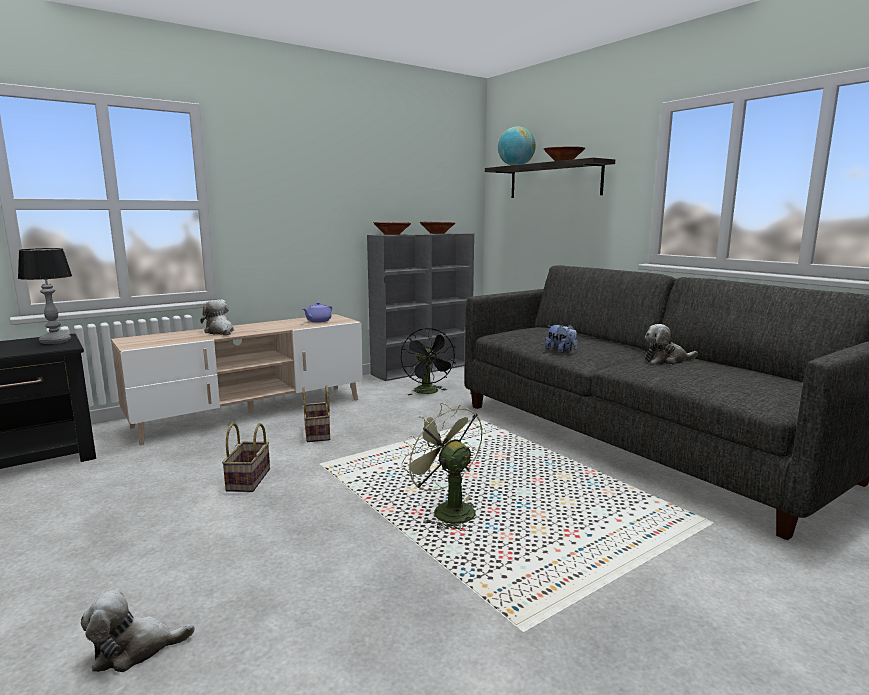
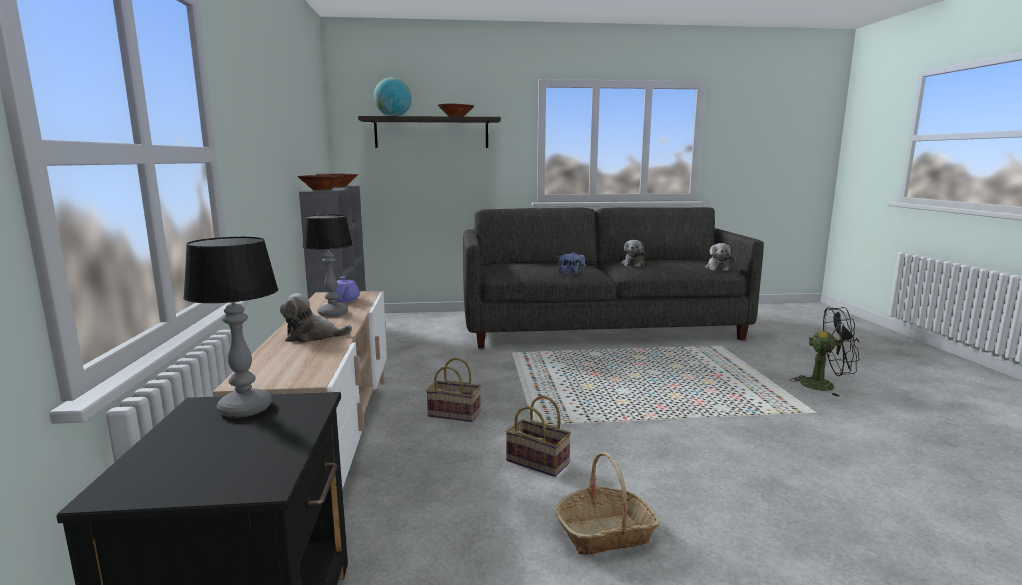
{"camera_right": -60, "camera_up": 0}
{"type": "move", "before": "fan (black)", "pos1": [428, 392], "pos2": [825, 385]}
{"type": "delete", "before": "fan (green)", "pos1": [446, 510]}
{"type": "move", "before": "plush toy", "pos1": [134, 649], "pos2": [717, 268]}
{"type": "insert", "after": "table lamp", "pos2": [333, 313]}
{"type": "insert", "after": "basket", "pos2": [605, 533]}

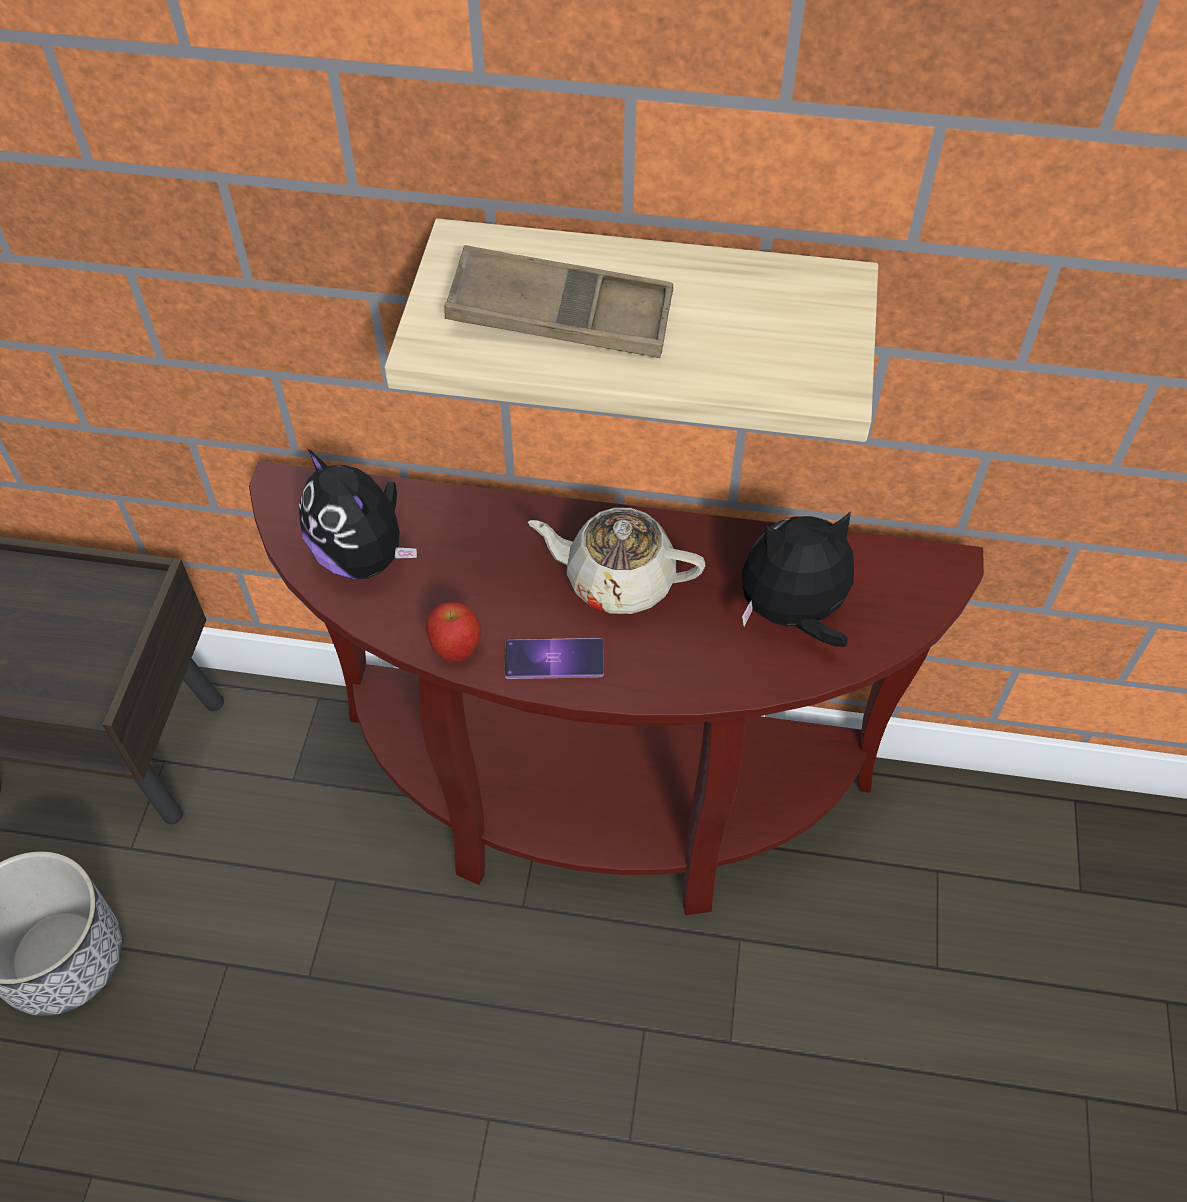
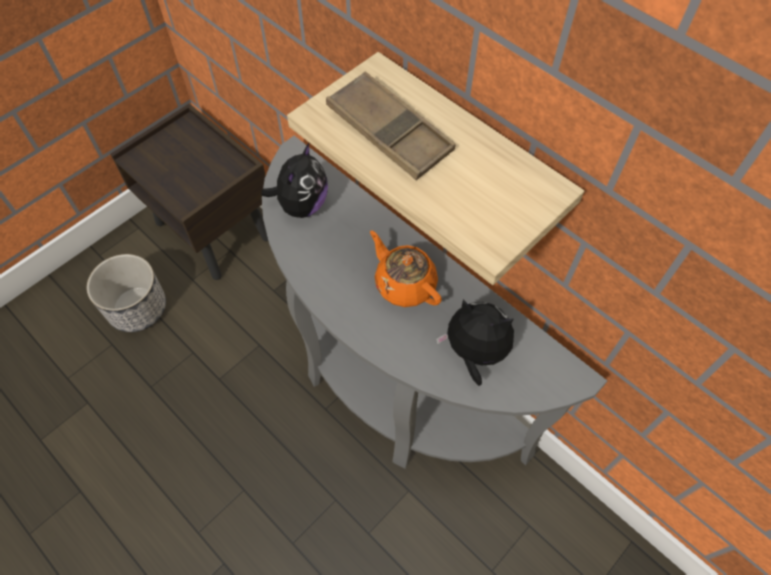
{"camera_right": 35, "camera_up": 5}
{"type": "rotate", "before": "plush toy", "pos1": [363, 556], "pos2": [301, 205], "turn": -150}
{"type": "recolor", "before": "console table (brown)", "after": "console table (grey)", "pos1": [595, 805], "pos2": [390, 385]}
{"type": "recolor", "before": "teapot (beige)", "after": "teapot (orange)", "pos1": [617, 580], "pos2": [404, 284]}
{"type": "delete", "before": "apple", "pos1": [456, 650]}
{"type": "delete", "before": "phone", "pos1": [554, 659]}

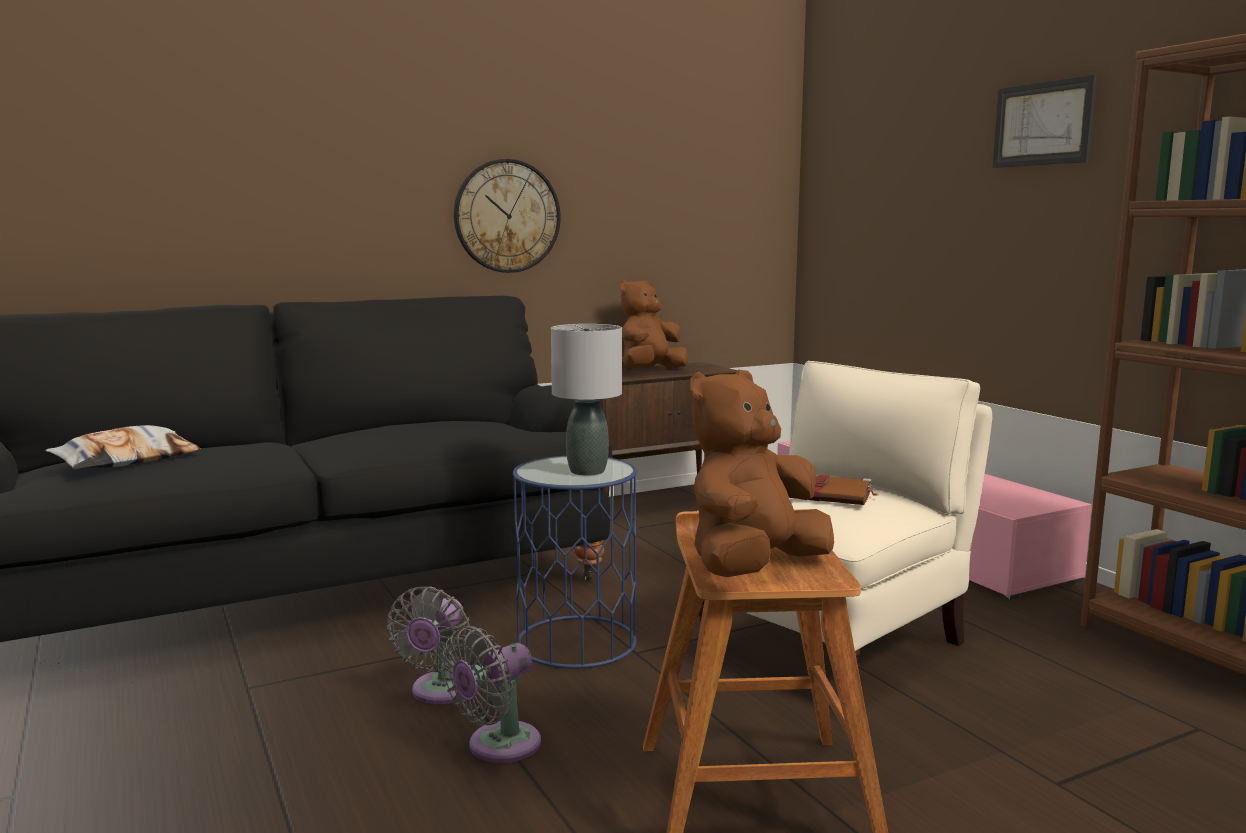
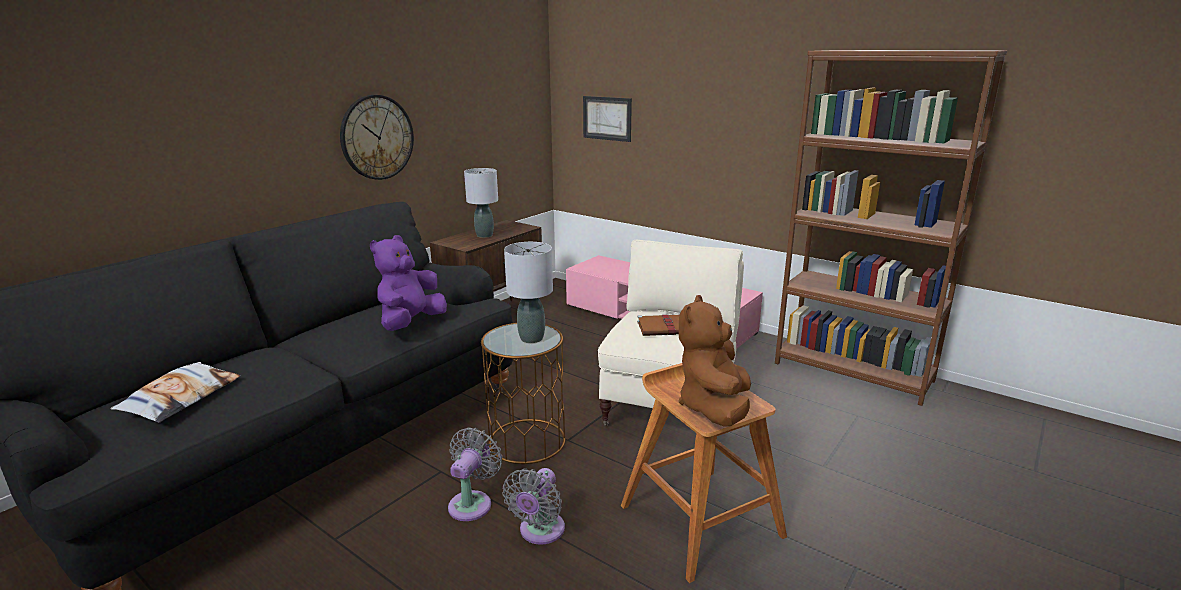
{"camera_right": -25, "camera_up": 10}
{"type": "move", "before": "picture", "pos1": [1043, 124], "pos2": [607, 118]}
{"type": "replace", "before": "plush toy (brown)", "after": "table lamp (grey)", "pos1": [650, 372], "pos2": [484, 235]}
{"type": "recolor", "before": "side table (blue)", "after": "side table (brown)", "pos1": [577, 641], "pos2": [527, 441]}
{"type": "rotate", "before": "fan (grey)", "pos1": [440, 692], "pos2": [472, 503], "turn": -150}
{"type": "insert", "after": "plush toy (purple)", "pos2": [411, 323]}

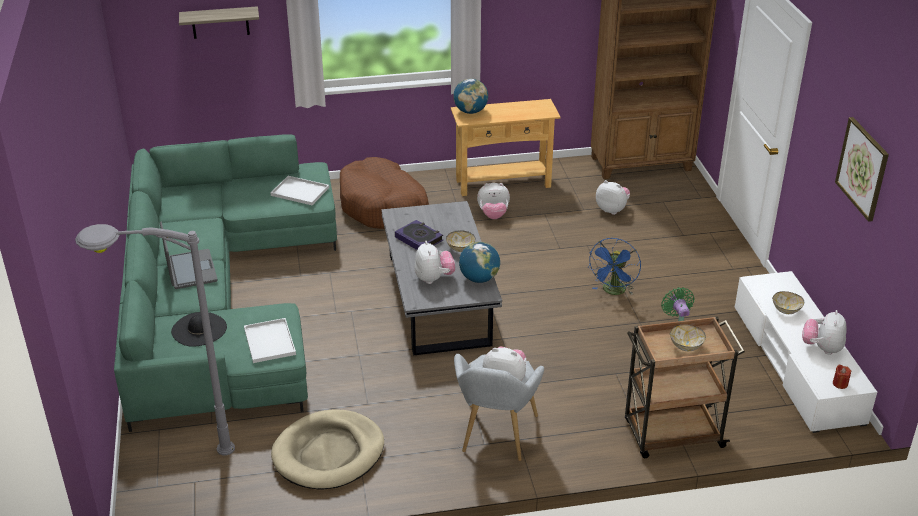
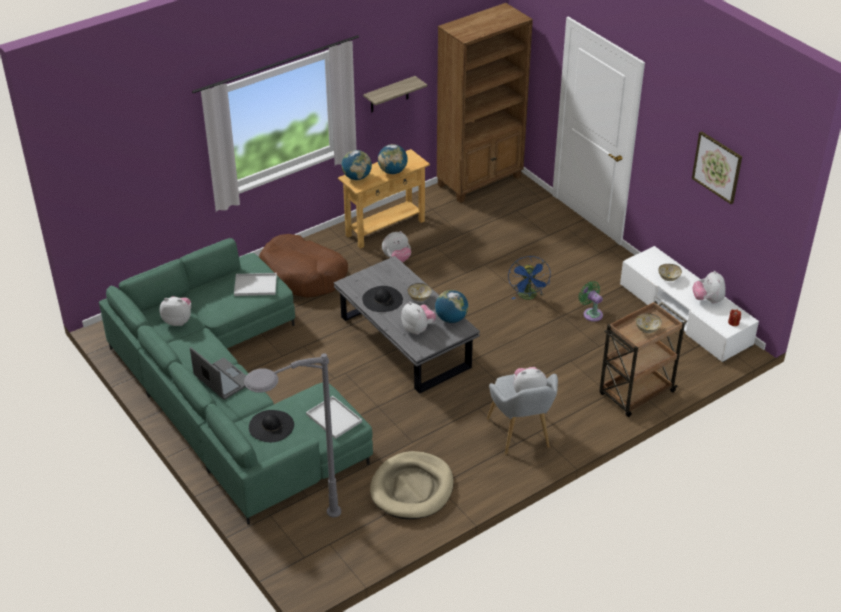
{"camera_right": -25, "camera_up": 5}
{"type": "move", "before": "shelf", "pos1": [220, 22], "pos2": [389, 95]}
{"type": "move", "before": "plush toy", "pos1": [612, 209], "pos2": [178, 320]}
{"type": "replace", "before": "book", "after": "hat (black)", "pos1": [419, 239], "pos2": [382, 299]}
{"type": "insert", "after": "globe", "pos2": [392, 171]}

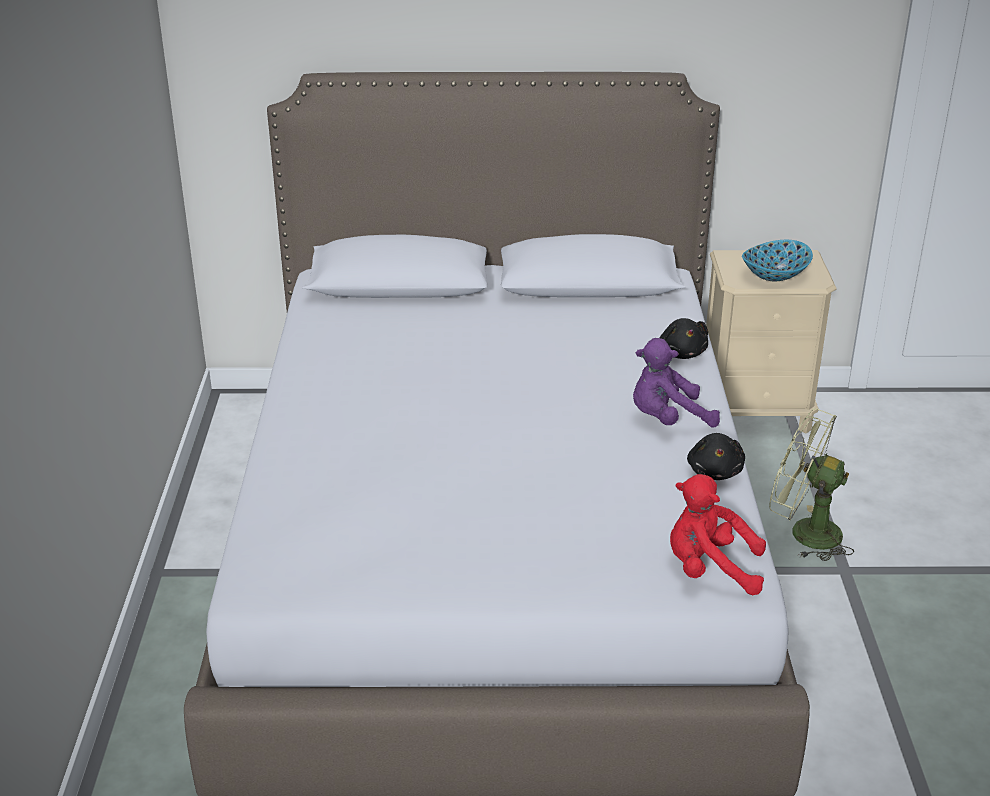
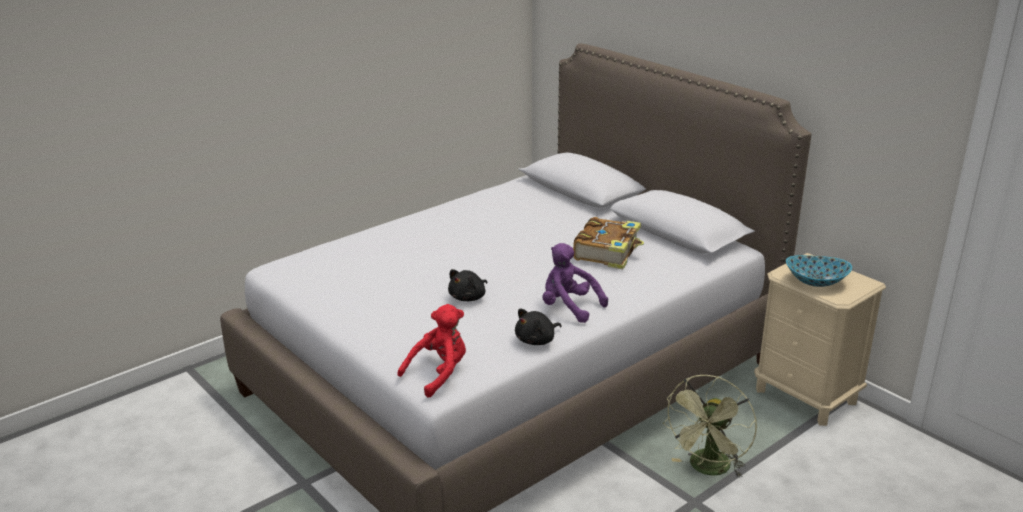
{"camera_right": 50, "camera_up": -5}
{"type": "move", "before": "plush toy (black)", "pos1": [682, 353], "pos2": [469, 297]}
{"type": "rotate", "before": "fan (green)", "pos1": [804, 533], "pos2": [708, 469], "turn": -135}
{"type": "rotate", "before": "plush toy (red)", "pos1": [709, 569], "pos2": [439, 374], "turn": 75}
{"type": "insert", "after": "book", "pos2": [608, 252]}

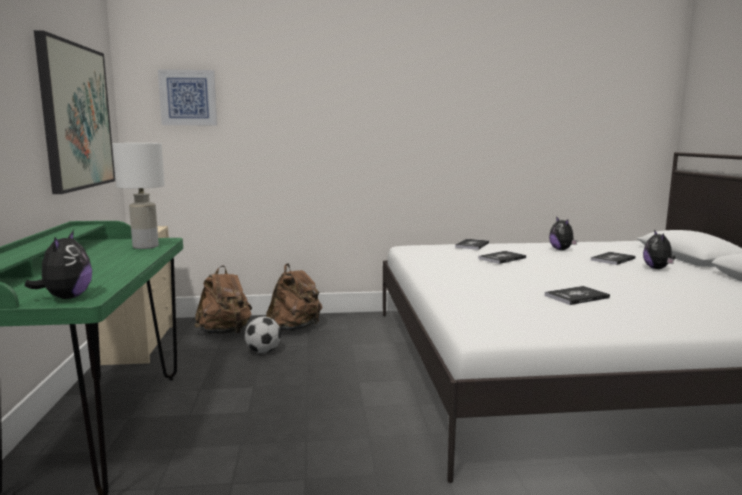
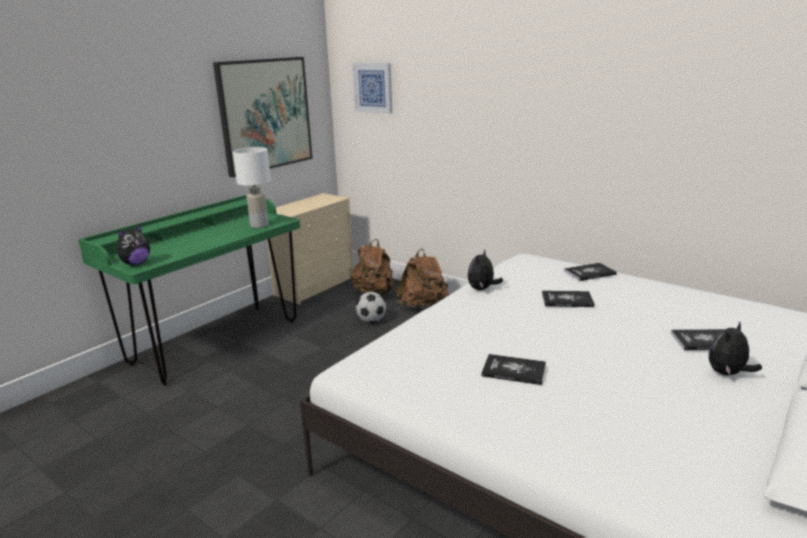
{"camera_right": 45, "camera_up": 10}
{"type": "move", "before": "plush toy", "pos1": [561, 250], "pos2": [482, 289]}

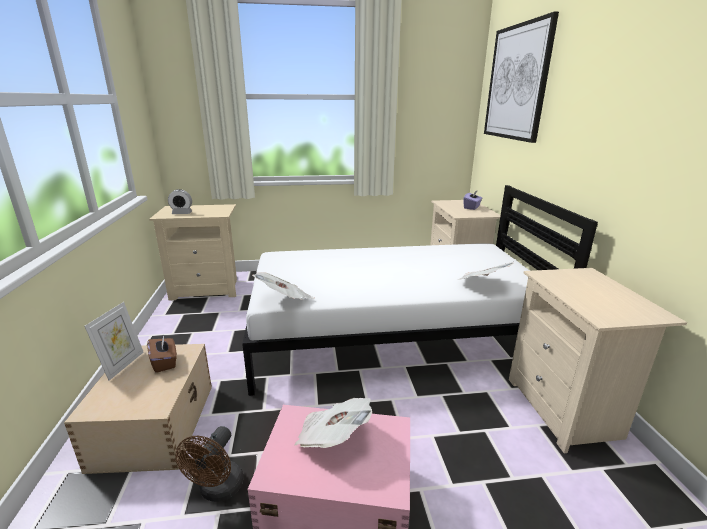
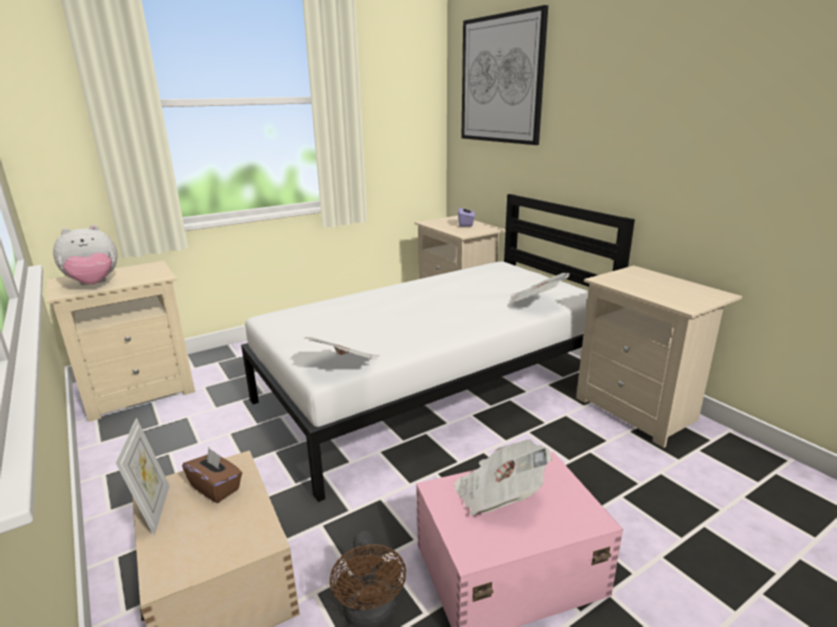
{"camera_right": -25, "camera_up": 0}
{"type": "replace", "before": "alarm clock", "after": "plush toy", "pos1": [182, 213], "pos2": [94, 284]}

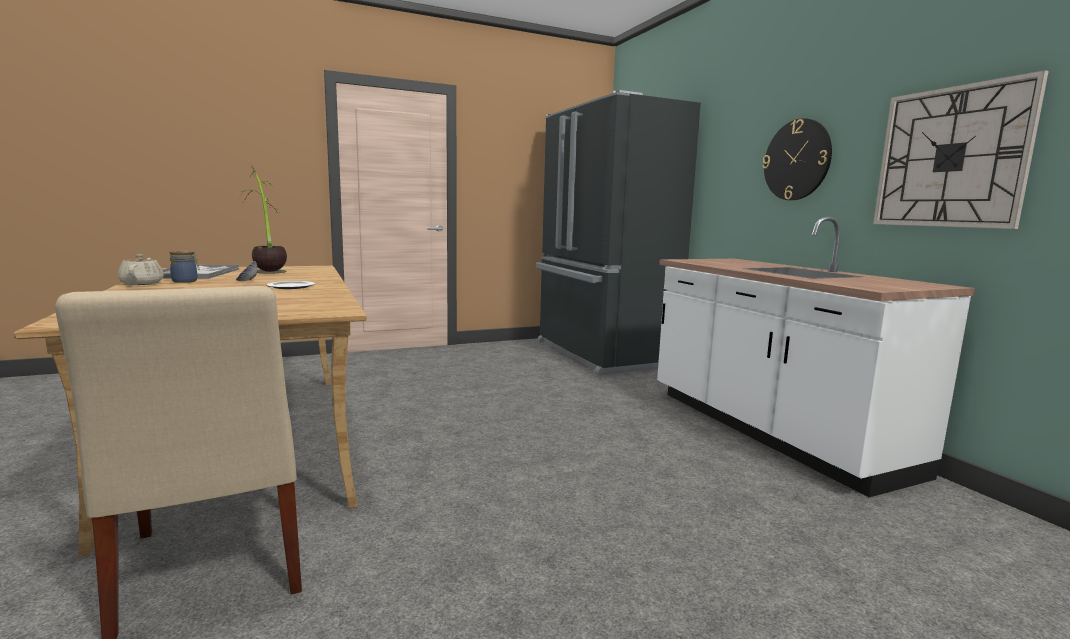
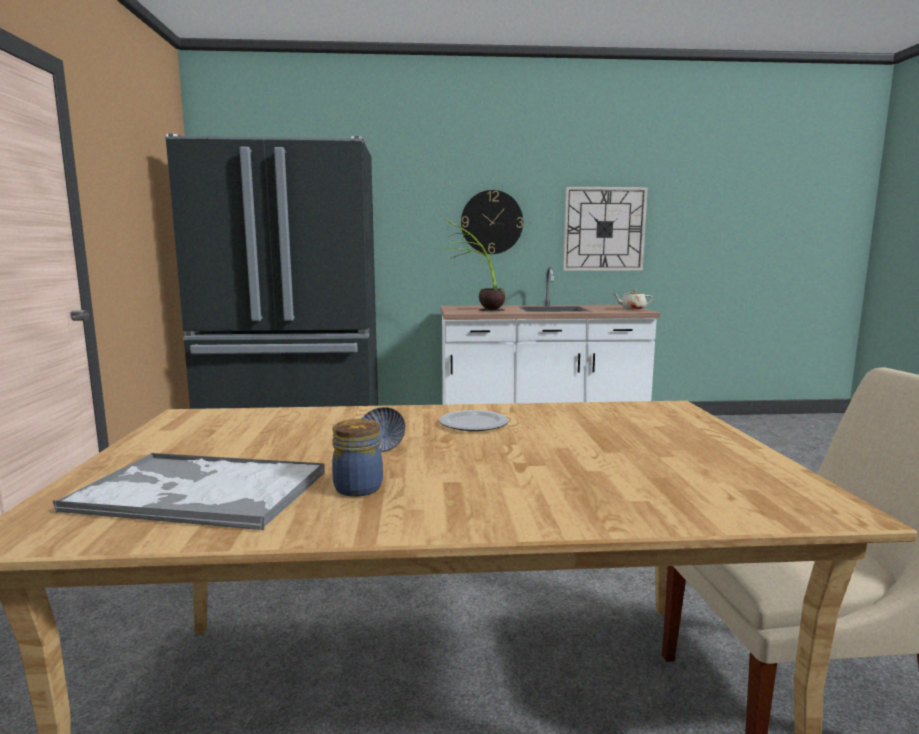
{"camera_right": -70, "camera_up": 0}
{"type": "move", "before": "potted plant", "pos1": [267, 269], "pos2": [476, 310]}
{"type": "move", "before": "teapot (beige)", "pos1": [142, 283], "pos2": [632, 309]}

